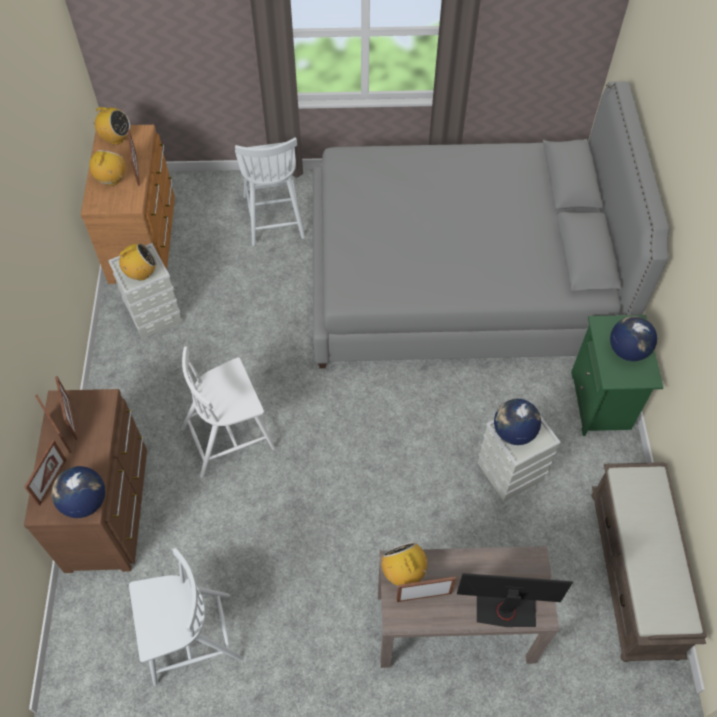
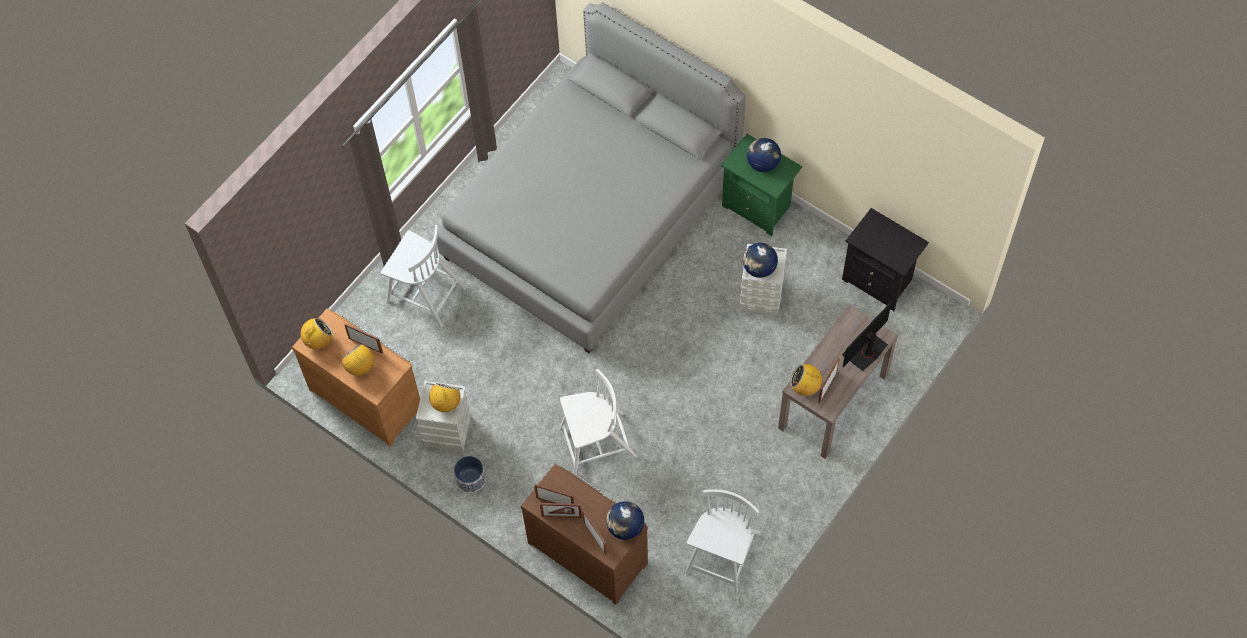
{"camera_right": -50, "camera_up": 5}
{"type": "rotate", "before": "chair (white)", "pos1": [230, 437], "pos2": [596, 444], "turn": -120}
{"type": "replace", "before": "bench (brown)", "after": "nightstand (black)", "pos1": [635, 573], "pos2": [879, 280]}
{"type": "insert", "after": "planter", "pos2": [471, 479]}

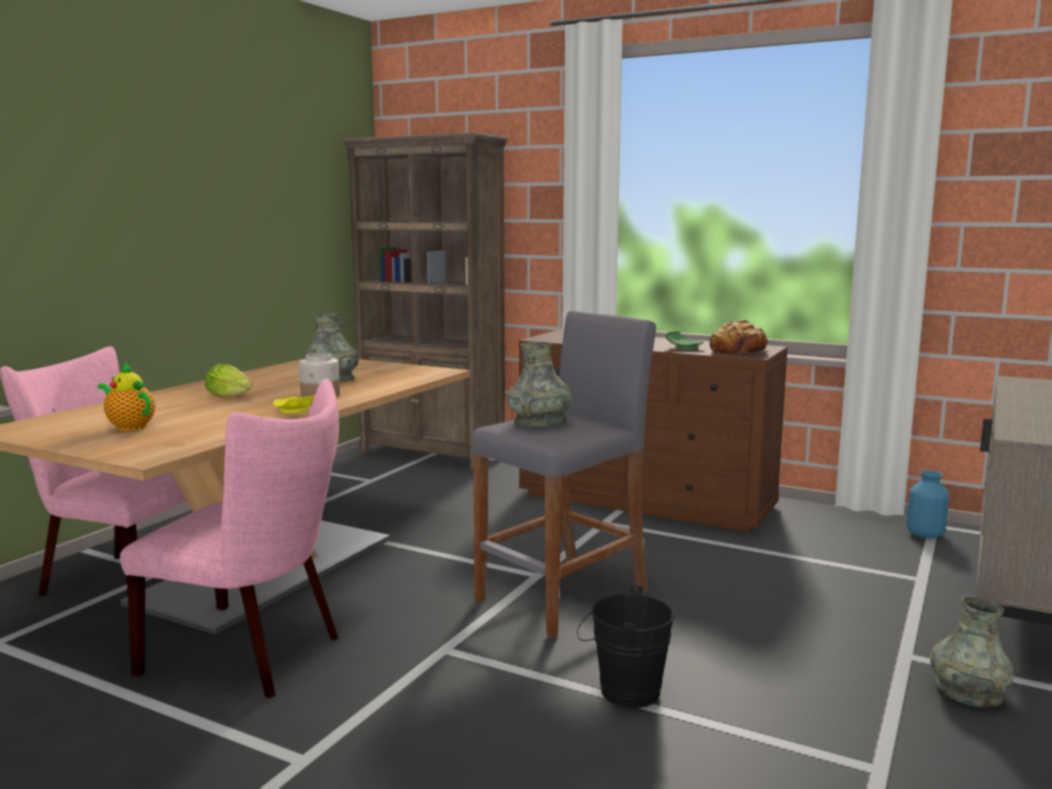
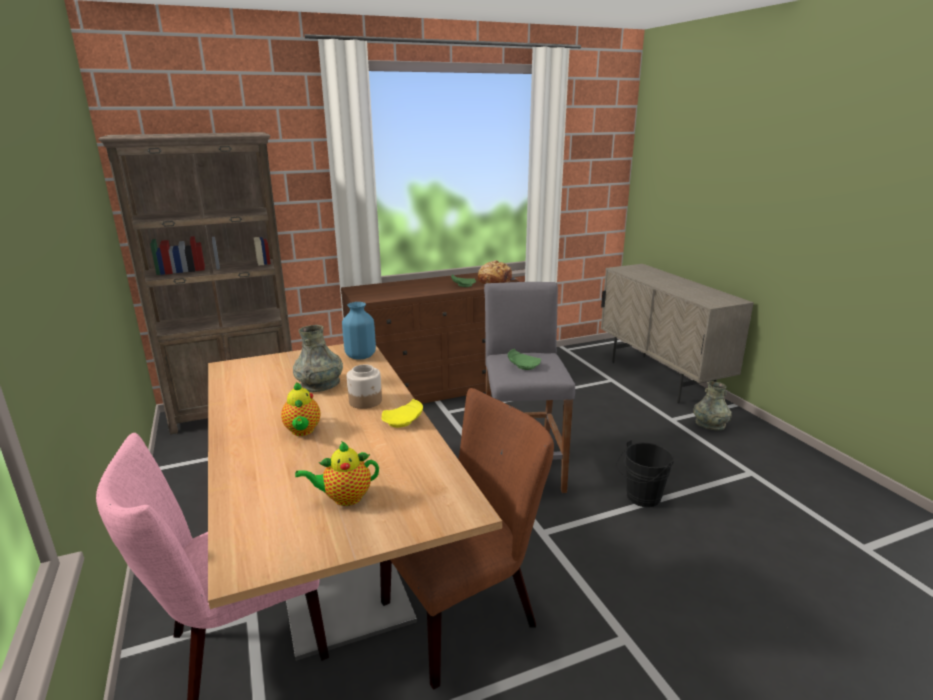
{"camera_right": -50, "camera_up": 10}
{"type": "replace", "before": "vase (grey)", "after": "plate (green)", "pos1": [540, 422], "pos2": [523, 366]}
{"type": "replace", "before": "lettuce", "after": "teapot", "pos1": [231, 396], "pos2": [302, 431]}
{"type": "recolor", "before": "chair (pink)", "after": "chair (brown)", "pos1": [253, 655], "pos2": [467, 613]}
{"type": "move", "before": "vase (blue)", "pos1": [924, 534], "pos2": [360, 356]}

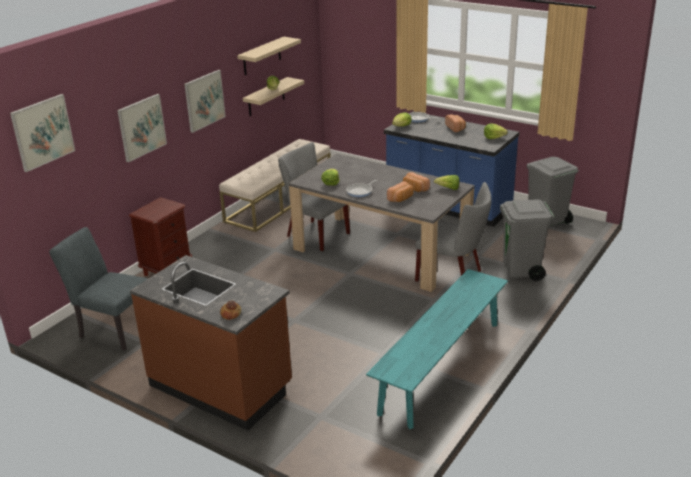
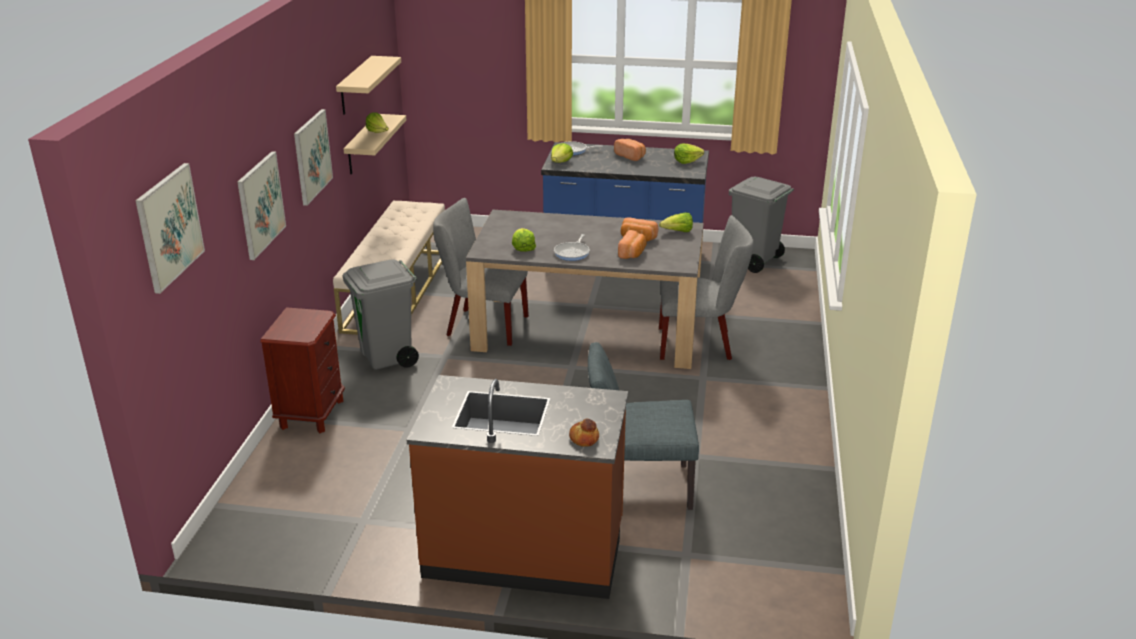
{"camera_right": -25, "camera_up": 0}
{"type": "move", "before": "trash can (grey)", "pos1": [522, 271], "pos2": [387, 358]}
{"type": "move", "before": "chair (grey)", "pos1": [112, 329], "pos2": [639, 486]}
{"type": "delete", "before": "bench (turquoise)", "pos1": [441, 366]}

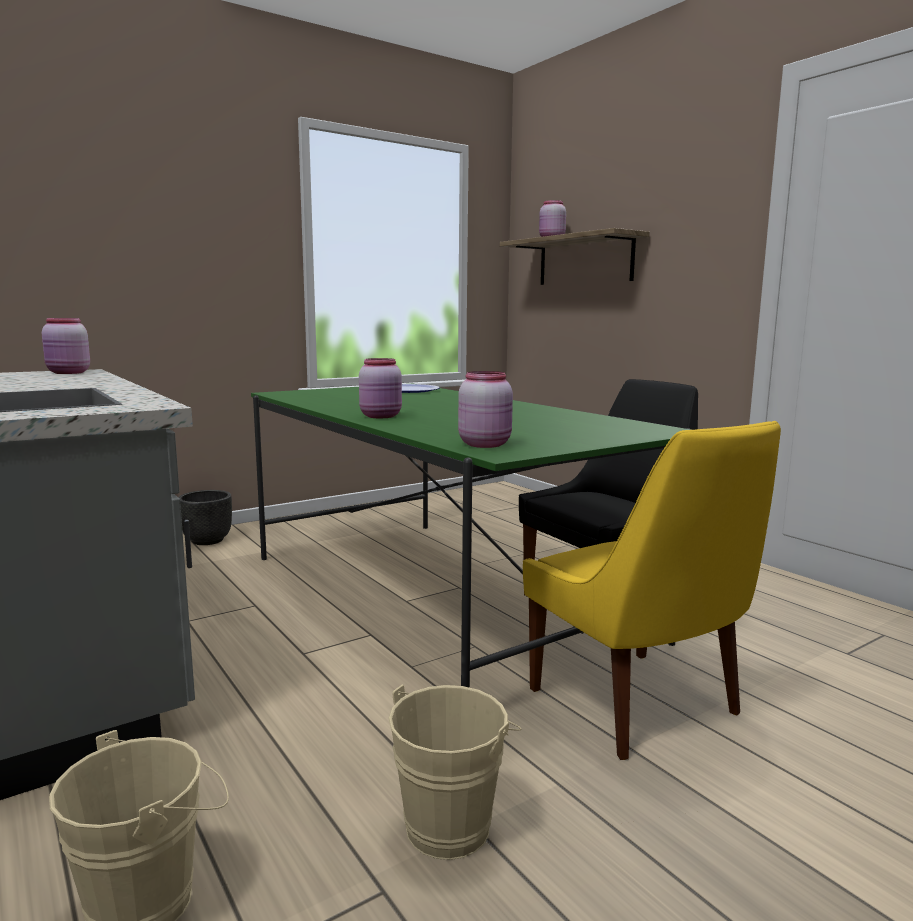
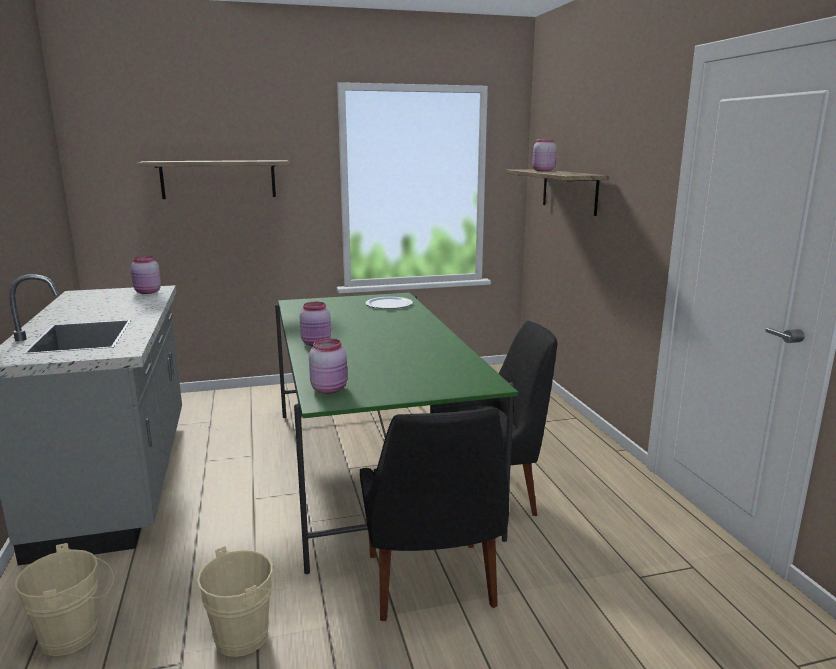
{"camera_right": 20, "camera_up": 5}
{"type": "recolor", "before": "chair (yellow)", "after": "chair (black)", "pos1": [638, 705], "pos2": [431, 584]}
{"type": "delete", "before": "planter (black)", "pos1": [207, 540]}
{"type": "insert", "after": "shelf", "pos2": [218, 179]}

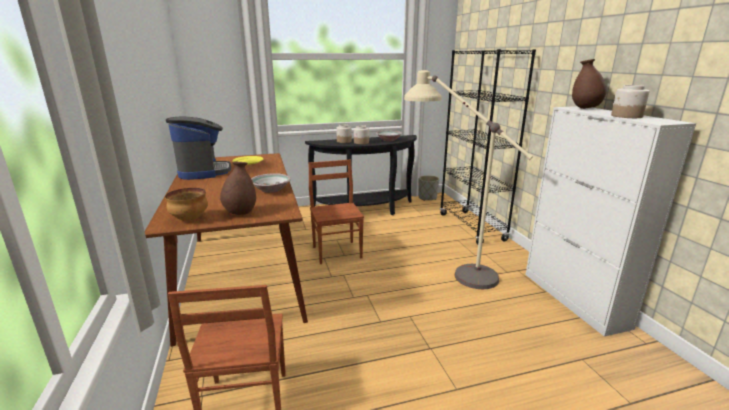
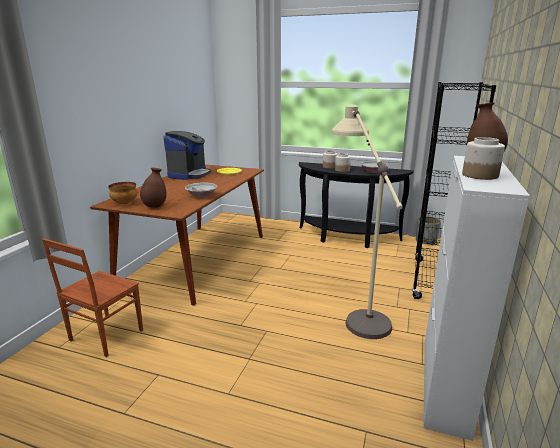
{"camera_right": 35, "camera_up": 0}
{"type": "delete", "before": "chair (brown)", "pos1": [337, 252]}

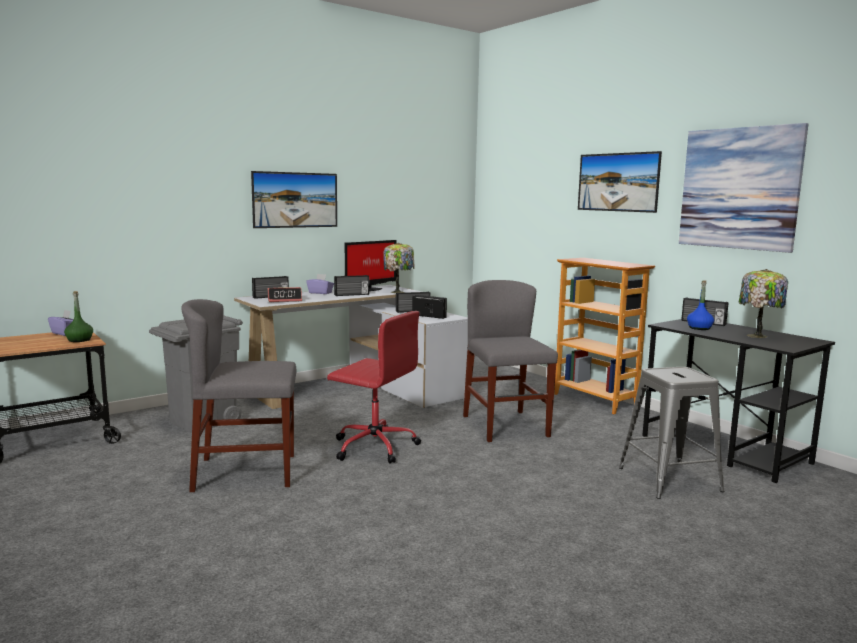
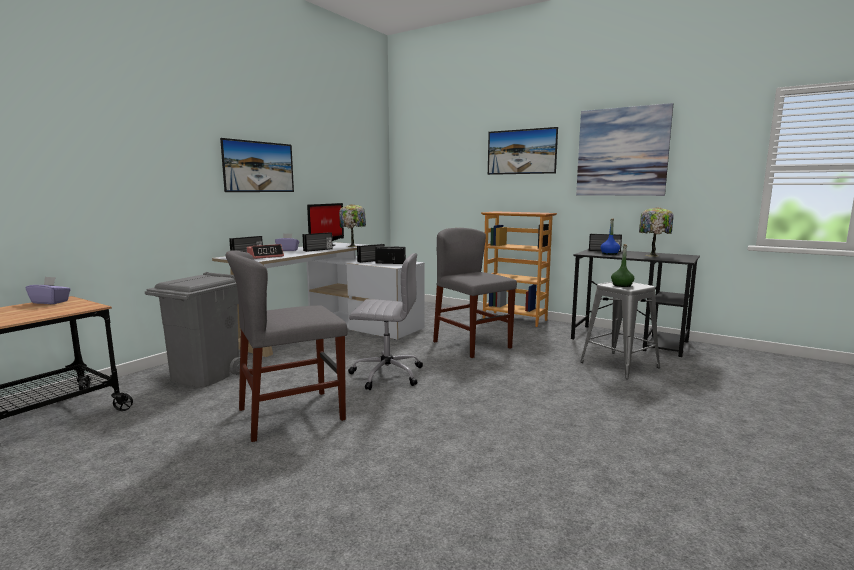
{"camera_right": -20, "camera_up": 0}
{"type": "move", "before": "bottle (green)", "pos1": [79, 340], "pos2": [622, 285]}
{"type": "recolor", "before": "office chair (red)", "after": "office chair (grey)", "pos1": [373, 446], "pos2": [386, 374]}

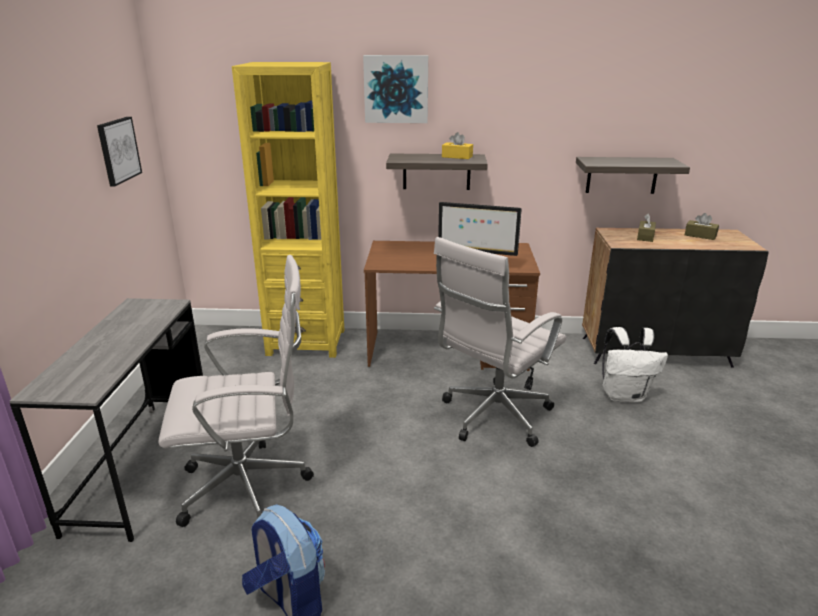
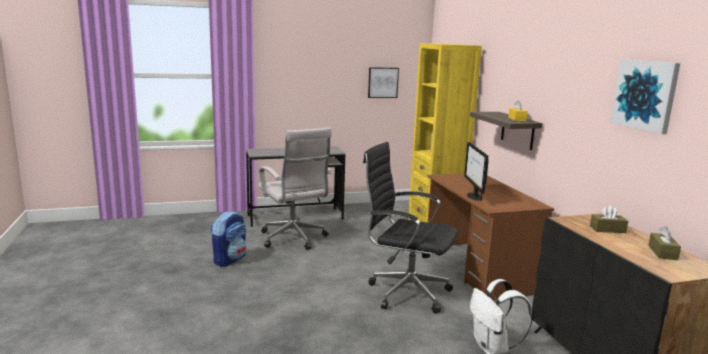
{"camera_right": 70, "camera_up": -10}
{"type": "move", "before": "picture", "pos1": [396, 89], "pos2": [645, 95]}
{"type": "delete", "before": "shelf", "pos1": [622, 175]}
{"type": "recolor", "before": "office chair (white)", "after": "office chair (black)", "pos1": [492, 417], "pos2": [405, 292]}

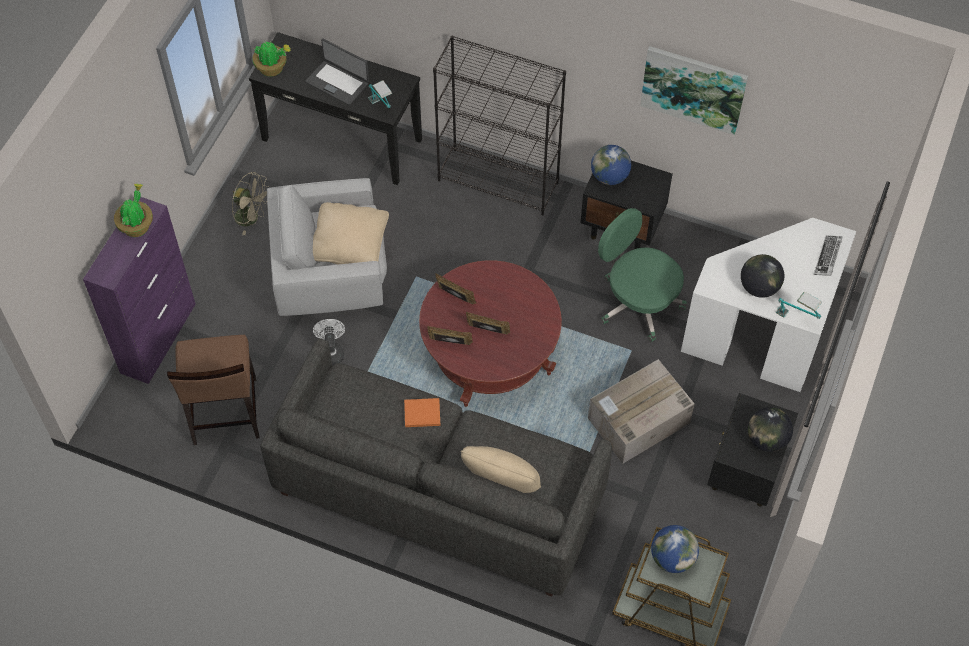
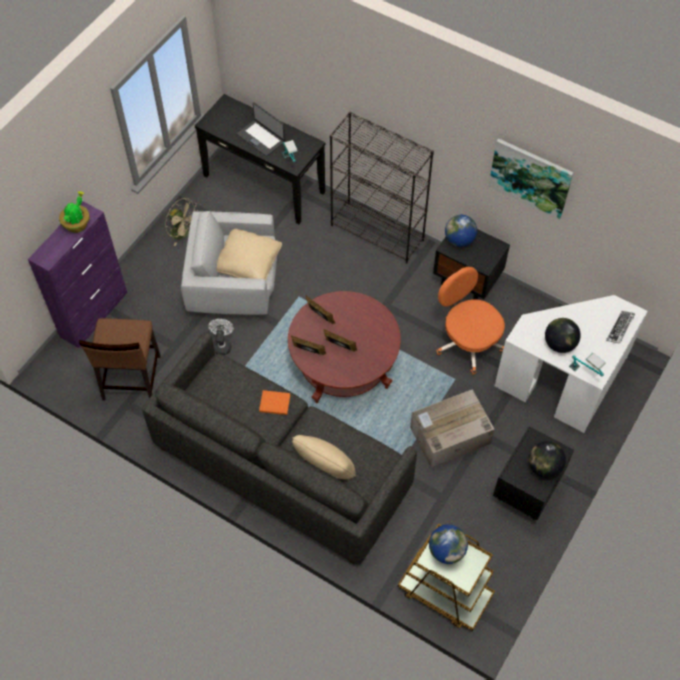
{"camera_right": 10, "camera_up": 0}
{"type": "delete", "before": "potted plant", "pos1": [272, 68]}
{"type": "recolor", "before": "office chair (green)", "after": "office chair (orange)", "pos1": [638, 302], "pos2": [467, 342]}

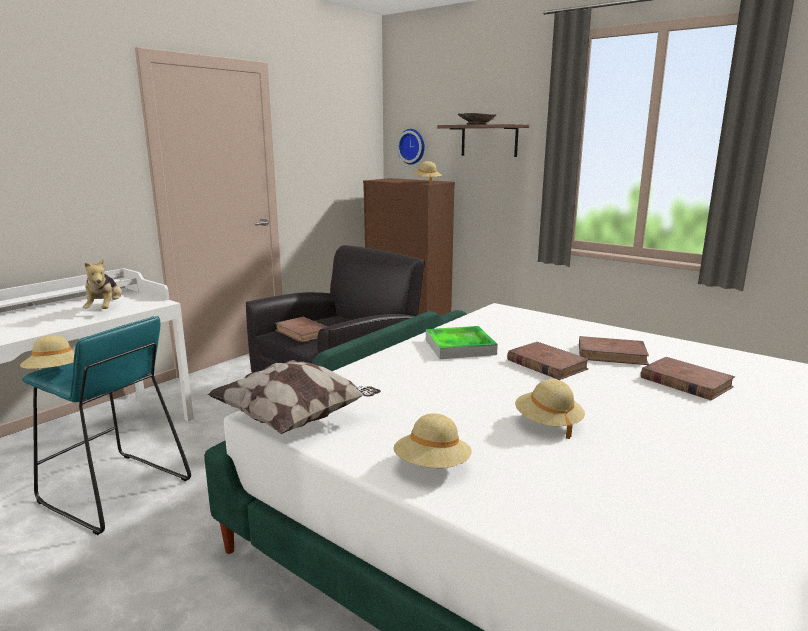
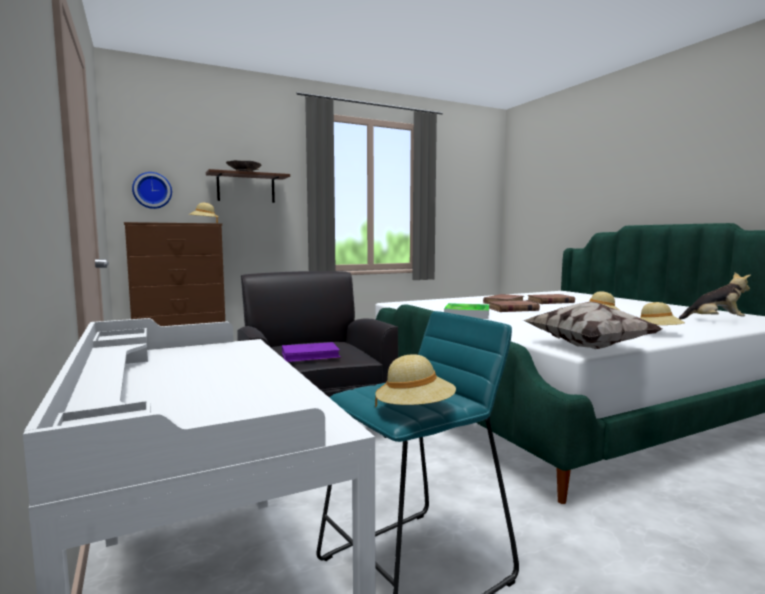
{"camera_right": -65, "camera_up": -10}
{"type": "move", "before": "plush toy", "pos1": [106, 309], "pos2": [715, 321]}
{"type": "recolor", "before": "book (brown)", "after": "book (purple)", "pos1": [303, 332], "pos2": [310, 355]}

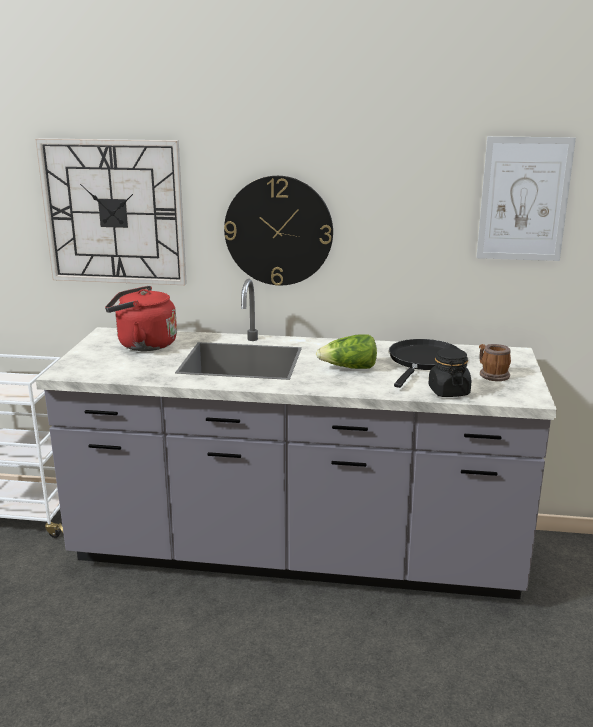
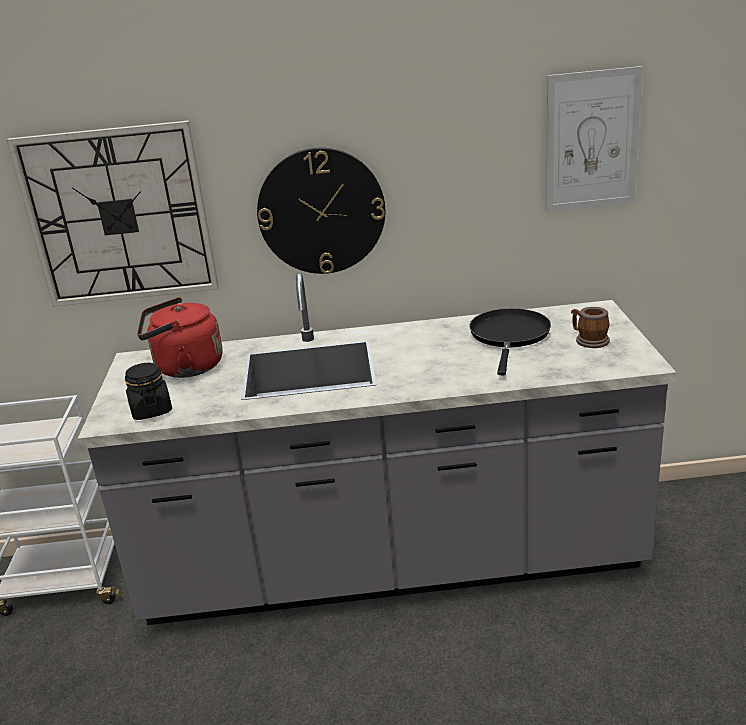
{"camera_right": -10, "camera_up": 5}
{"type": "delete", "before": "lettuce", "pos1": [349, 368]}
{"type": "move", "before": "jar (black)", "pos1": [448, 391], "pos2": [151, 410]}

